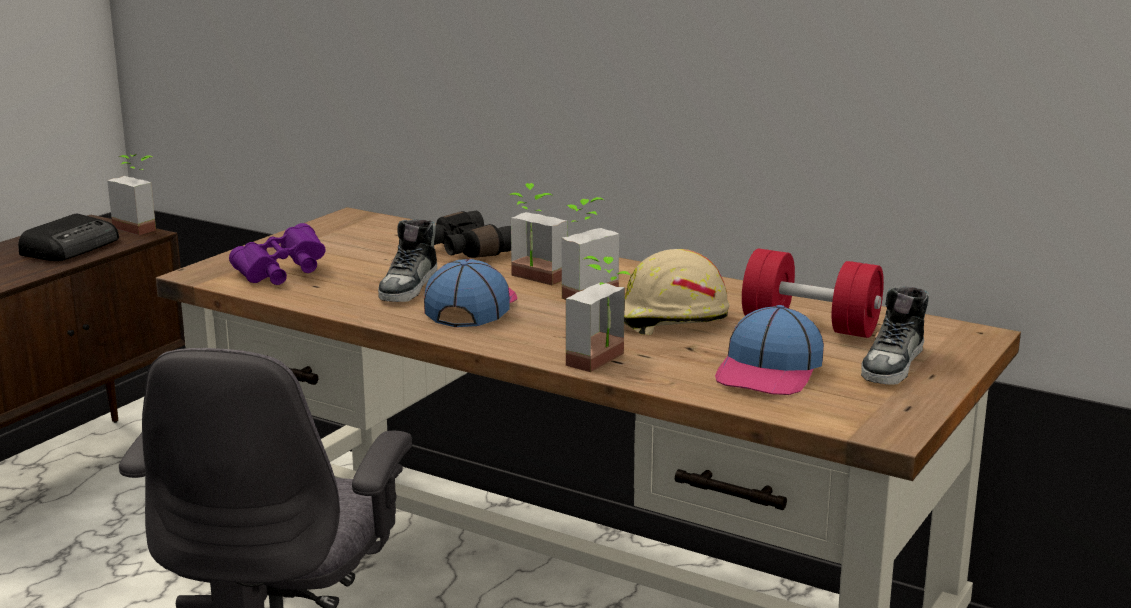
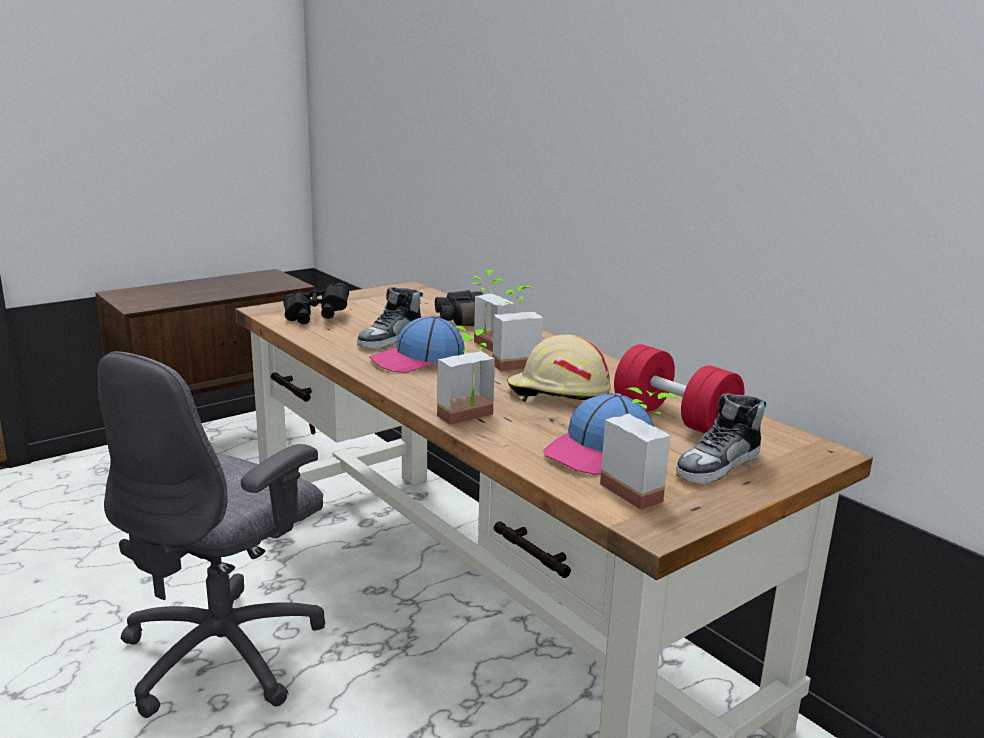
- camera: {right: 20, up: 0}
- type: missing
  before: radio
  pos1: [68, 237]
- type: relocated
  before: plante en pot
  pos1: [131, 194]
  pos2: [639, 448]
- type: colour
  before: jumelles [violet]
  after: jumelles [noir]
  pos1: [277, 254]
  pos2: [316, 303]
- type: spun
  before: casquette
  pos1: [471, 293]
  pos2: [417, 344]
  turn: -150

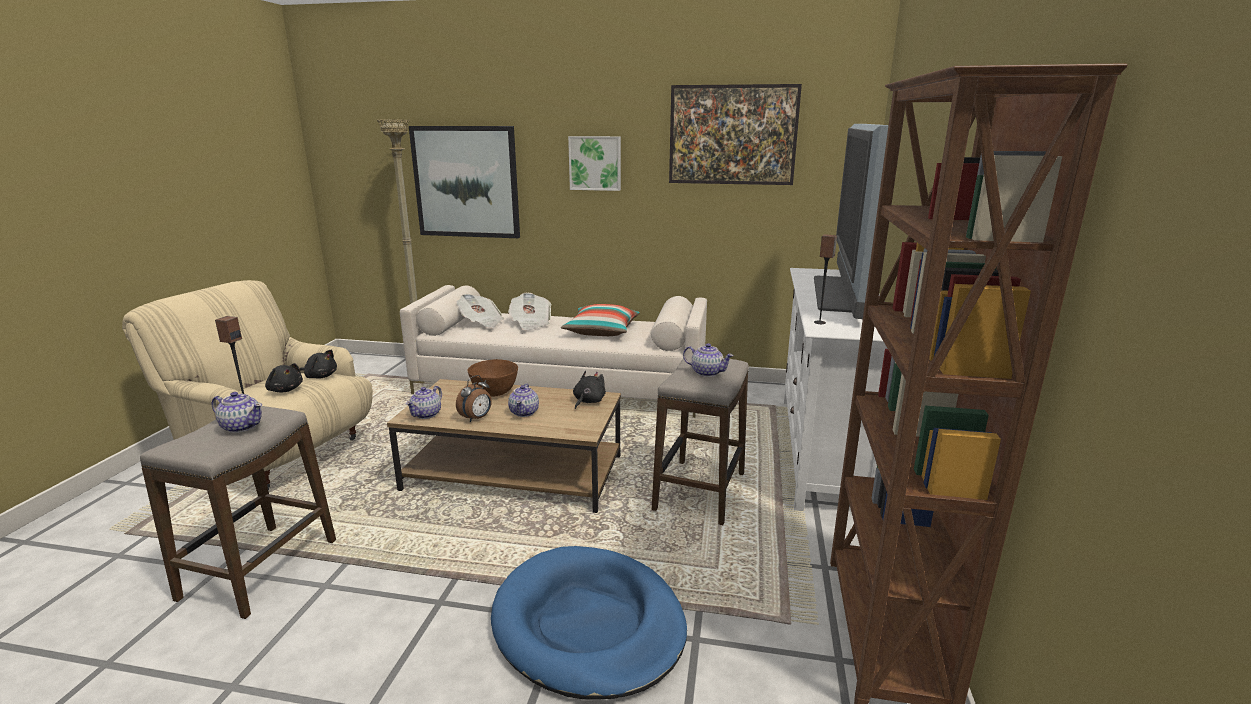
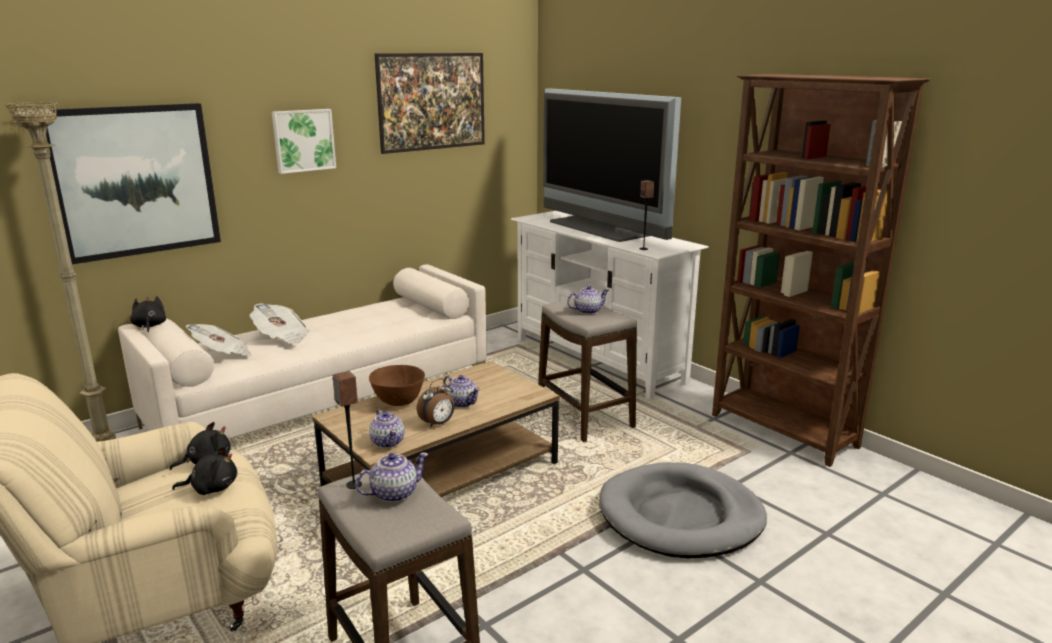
- camera: {right: -50, up: 0}
- type: spun
  before: réveil
  pos1: [474, 398]
  pos2: [436, 402]
  turn: 60
- type: colour
  before: panier pour chien [bleu]
  after: panier pour chien [gris]
  pos1: [589, 622]
  pos2: [683, 510]
- type: missing
  before: coussin
  pos1: [600, 320]
- type: relocated
  before: peluche [noir]
  pos1: [589, 390]
  pos2: [148, 314]

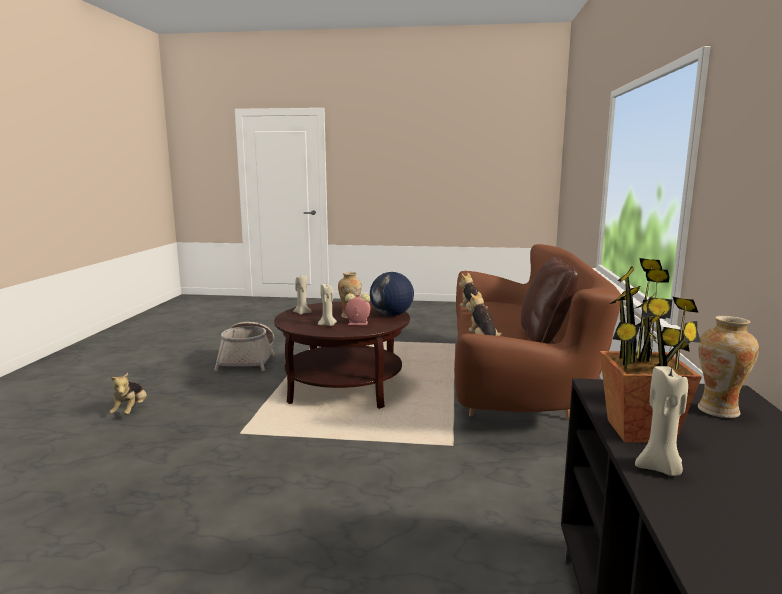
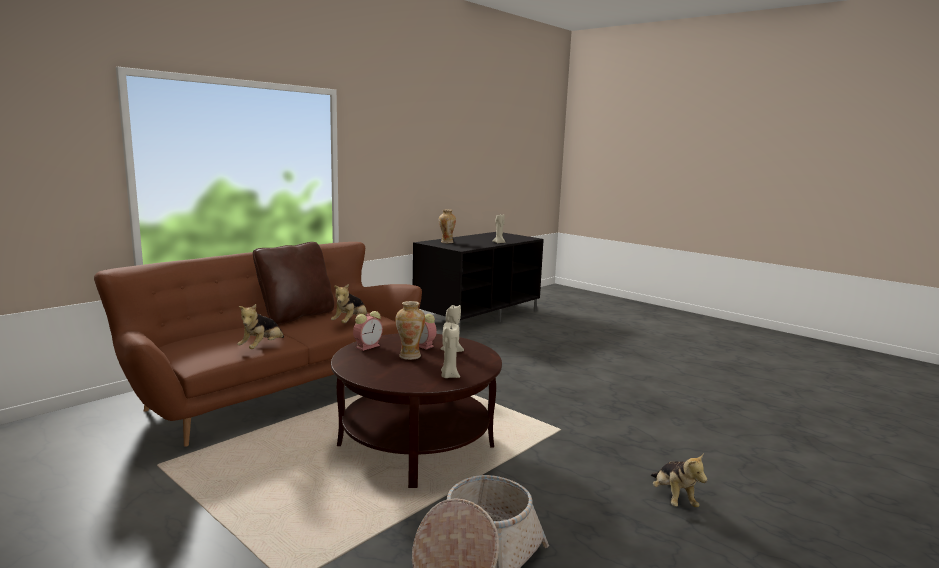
- camera: {right: -145, up: 0}
- type: spun
  before: peluche
  pos1: [128, 394]
  pos2: [679, 480]
  turn: 135
- type: exchanged
  before: globe
  after: réveil
  pos1: [392, 294]
  pos2: [368, 331]
- type: missing
  before: plante en pot
  pos1: [651, 350]

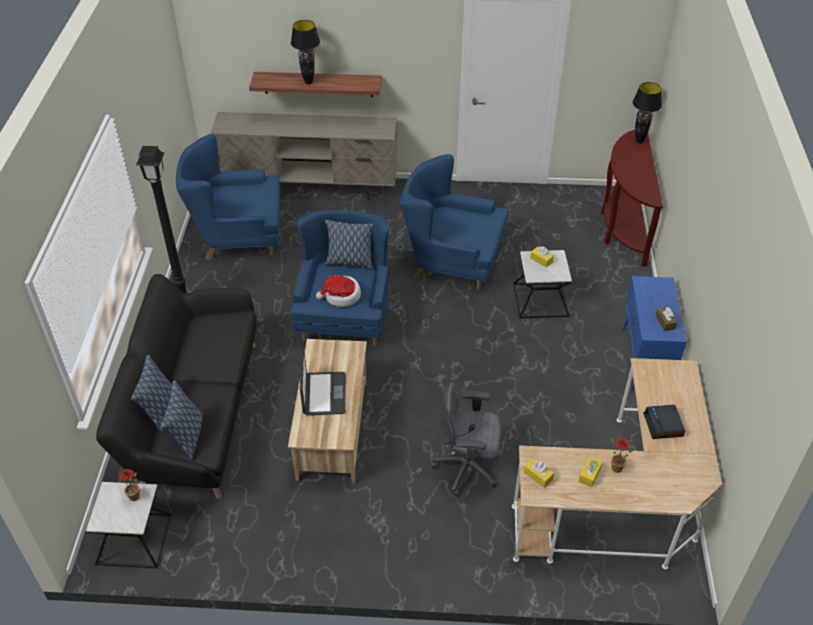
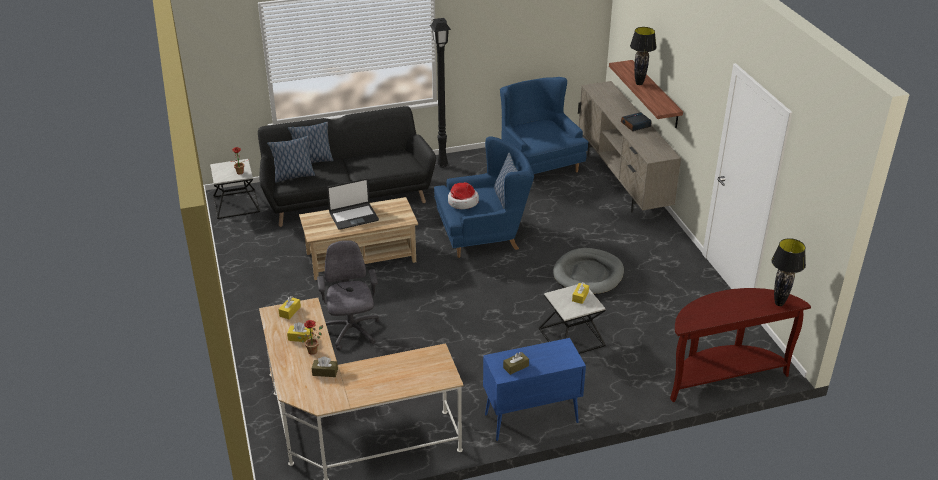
- camera: {right: 70, up: -10}
- type: exchanged
  before: fauteuil [bleu]
  after: panier pour chien [gris]
  pos1: [454, 222]
  pos2: [588, 271]
- type: relocated
  before: réveil
  pos1: [664, 422]
  pos2: [636, 121]
- type: appeared
  after: boîte à mouchoirs [marron]
  pos2: [325, 367]

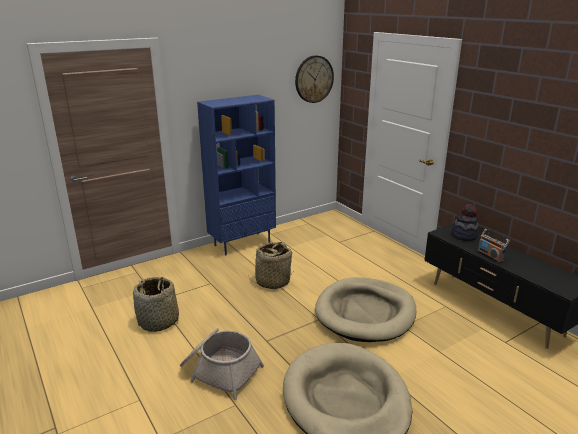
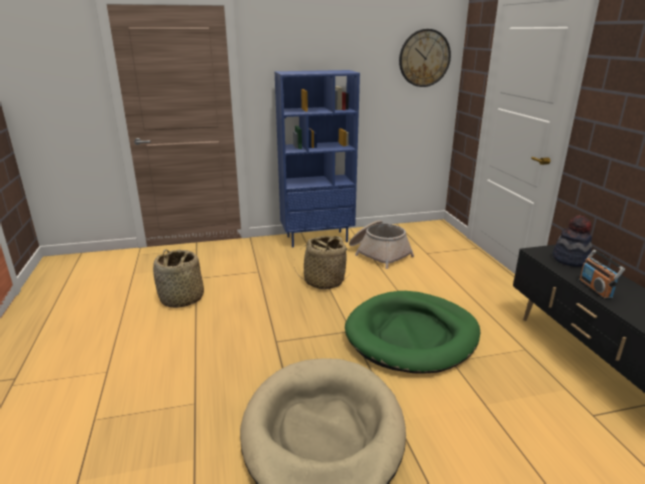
- camera: {right: 20, up: 0}
- type: relocated
  before: panier
  pos1: [222, 364]
  pos2: [381, 244]
- type: colour
  before: panier pour chien [beige]
  after: panier pour chien [vert]
  pos1: [365, 309]
  pos2: [413, 332]

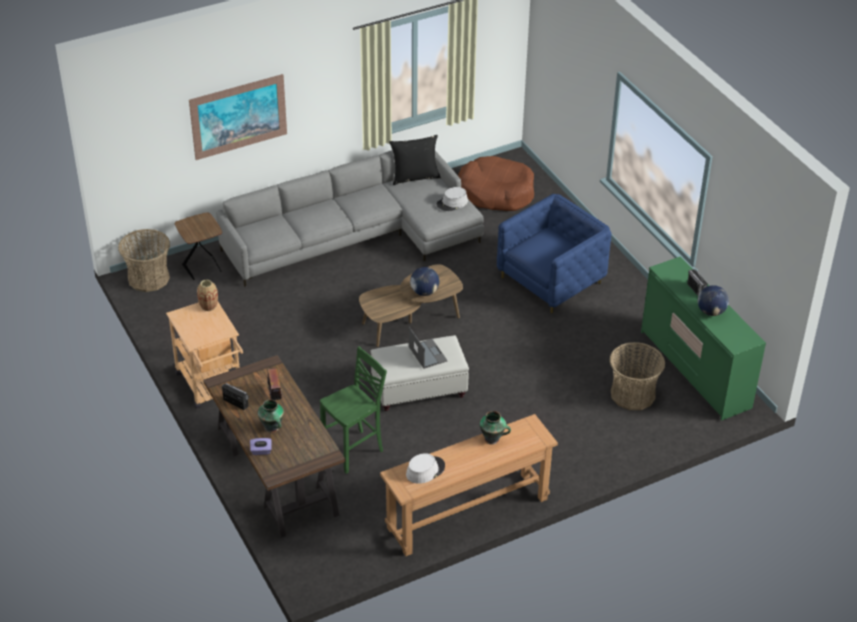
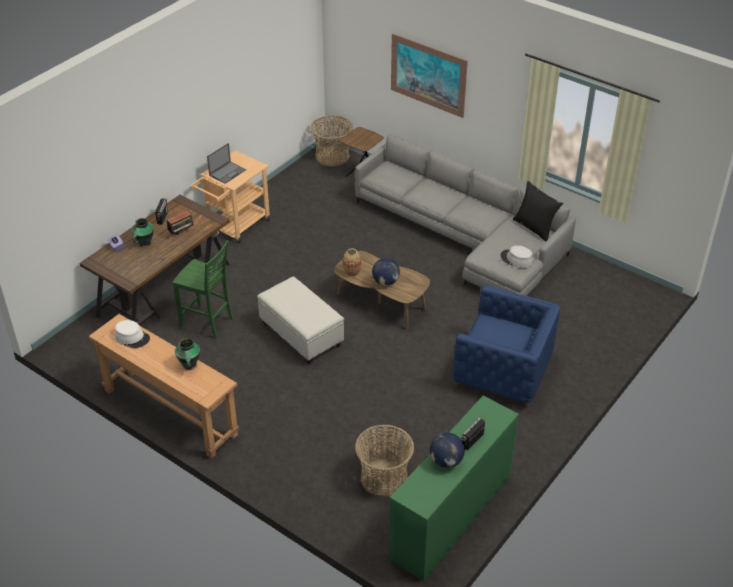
- camera: {right: 65, up: 0}
- type: relocated
  before: vase
  pos1: [207, 295]
  pos2: [352, 262]
- type: relocated
  before: ordinateur portable
  pos1: [428, 348]
  pos2: [226, 163]
- type: missing
  before: panier pour chien [marron]
  pos1: [496, 183]

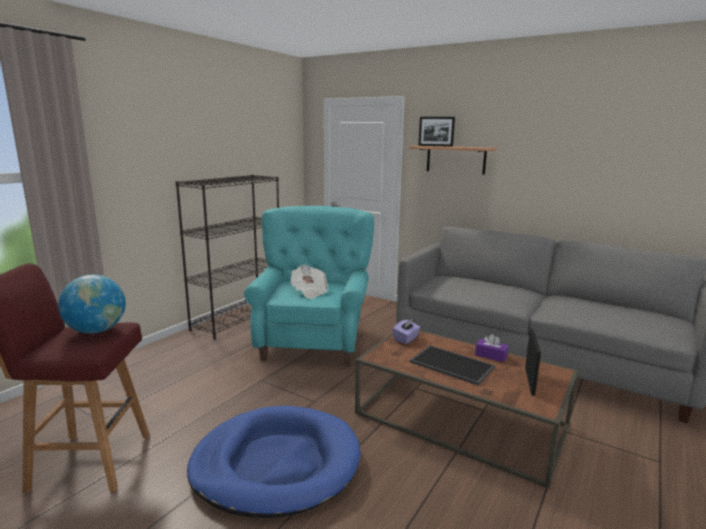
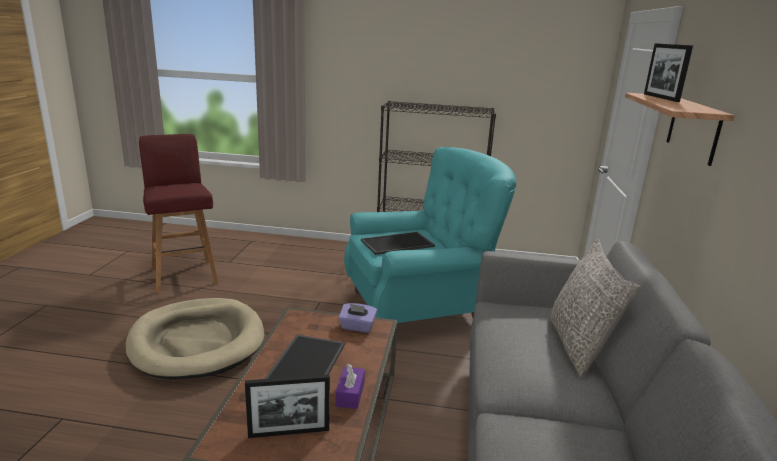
- camera: {right: 65, up: 5}
- type: missing
  before: globe
  pos1: [92, 304]
- type: colour
  before: panier pour chien [bleu]
  after: panier pour chien [beige]
  pos1: [274, 462]
  pos2: [195, 339]
- type: exchanged
  before: journal
  after: plateau
  pos1: [309, 282]
  pos2: [398, 243]
- type: appeared
  after: coussin [gris]
  pos2: [595, 308]

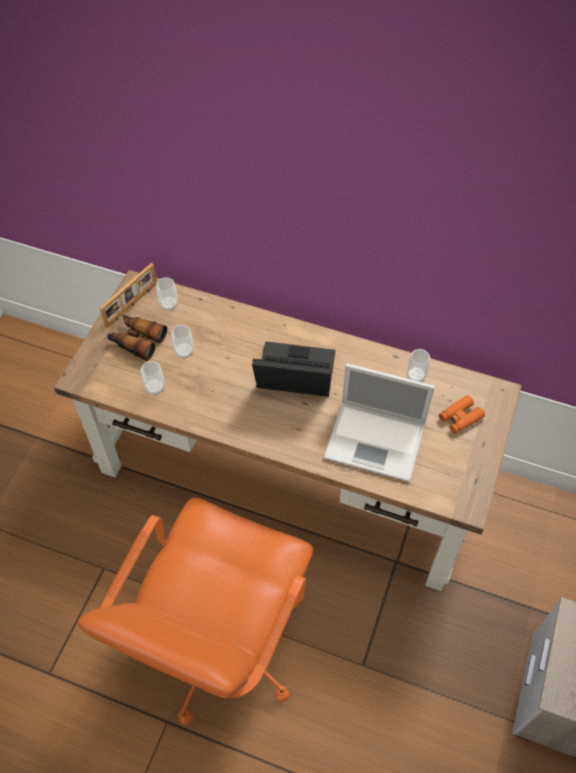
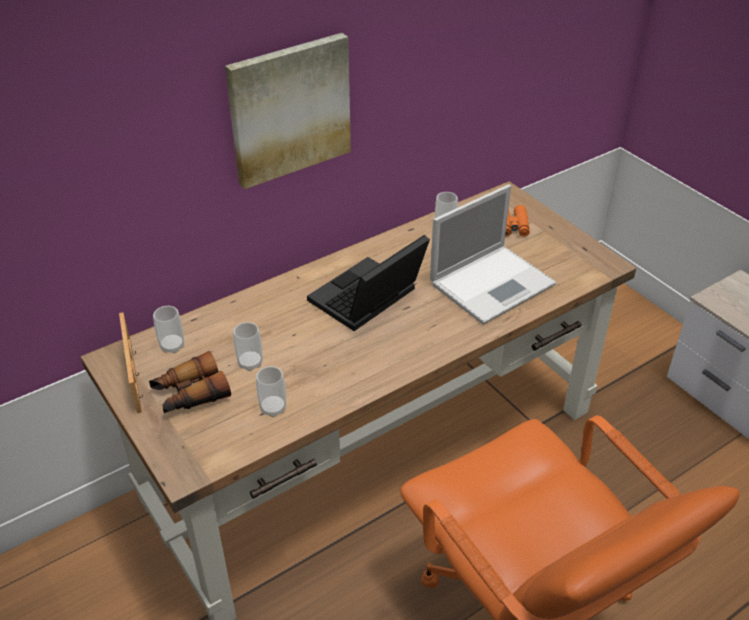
- camera: {right: -55, up: -15}
- type: appeared
  after: tableau
  pos2: [288, 111]

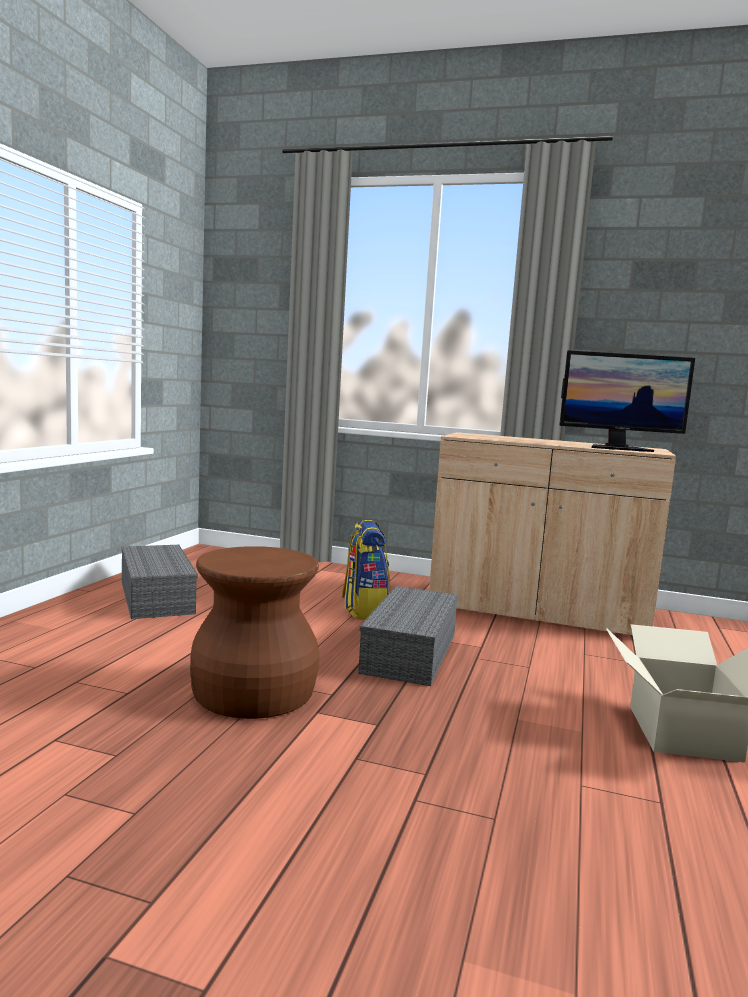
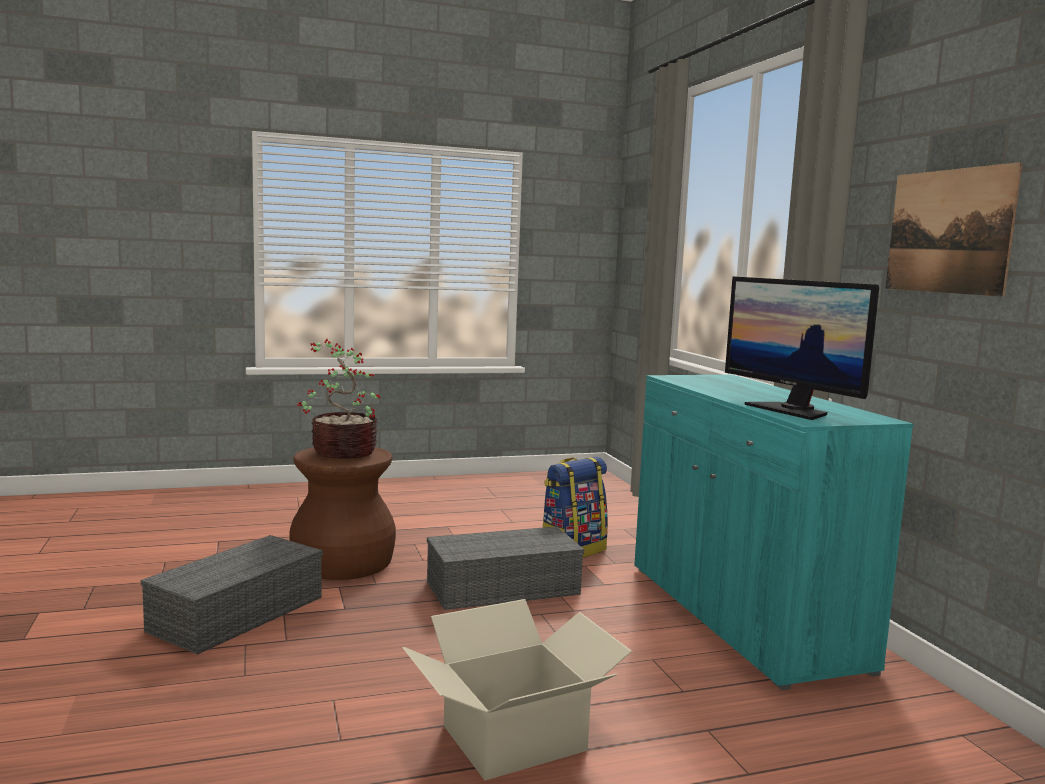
- camera: {right: 55, up: 0}
- type: relocated
  before: boîte de rangement [gris]
  pos1: [159, 582]
  pos2: [232, 595]
- type: colour
  before: meuble de rangement [beige]
  after: meuble de rangement [turquoise]
  pos1: [552, 533]
  pos2: [773, 532]
- type: appeared
  after: plante en pot
  pos2: [338, 399]
- type: appeared
  after: tableau
  pos2: [954, 229]

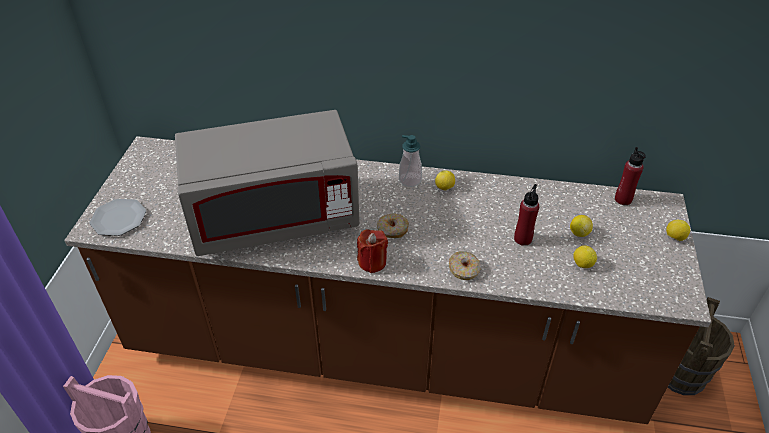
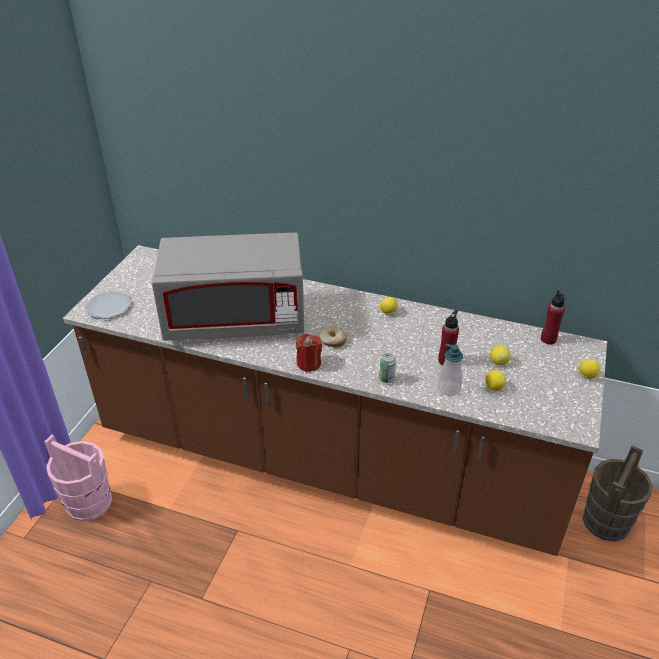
- camera: {right: 10, up: -5}
- type: relocated
  before: distributeur de savon
  pos1: [410, 161]
  pos2: [450, 370]
- type: exchanged
  before: beignet
  after: boîte métallique
  pos1: [465, 265]
  pos2: [387, 368]

